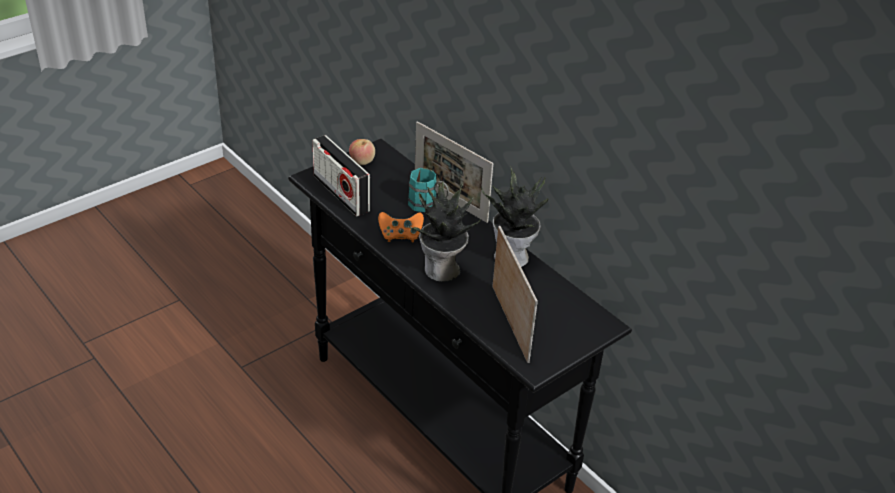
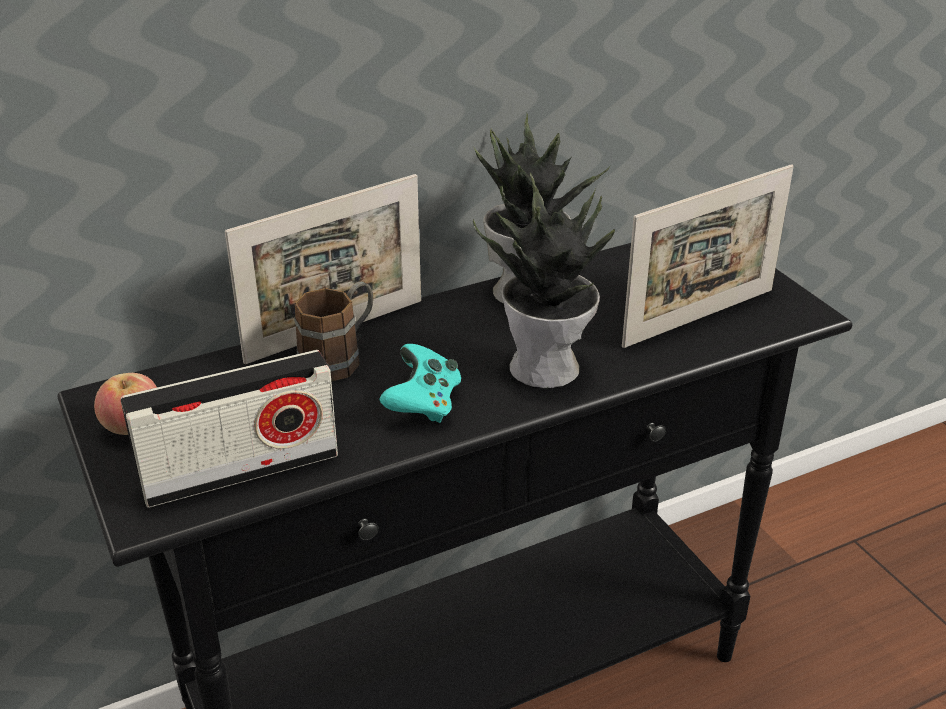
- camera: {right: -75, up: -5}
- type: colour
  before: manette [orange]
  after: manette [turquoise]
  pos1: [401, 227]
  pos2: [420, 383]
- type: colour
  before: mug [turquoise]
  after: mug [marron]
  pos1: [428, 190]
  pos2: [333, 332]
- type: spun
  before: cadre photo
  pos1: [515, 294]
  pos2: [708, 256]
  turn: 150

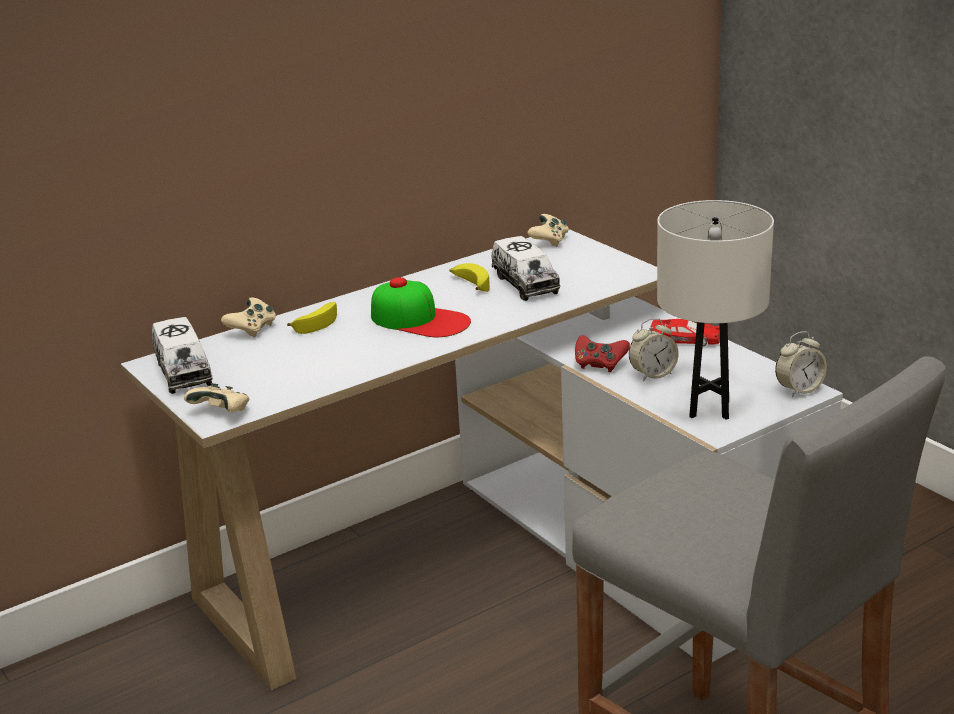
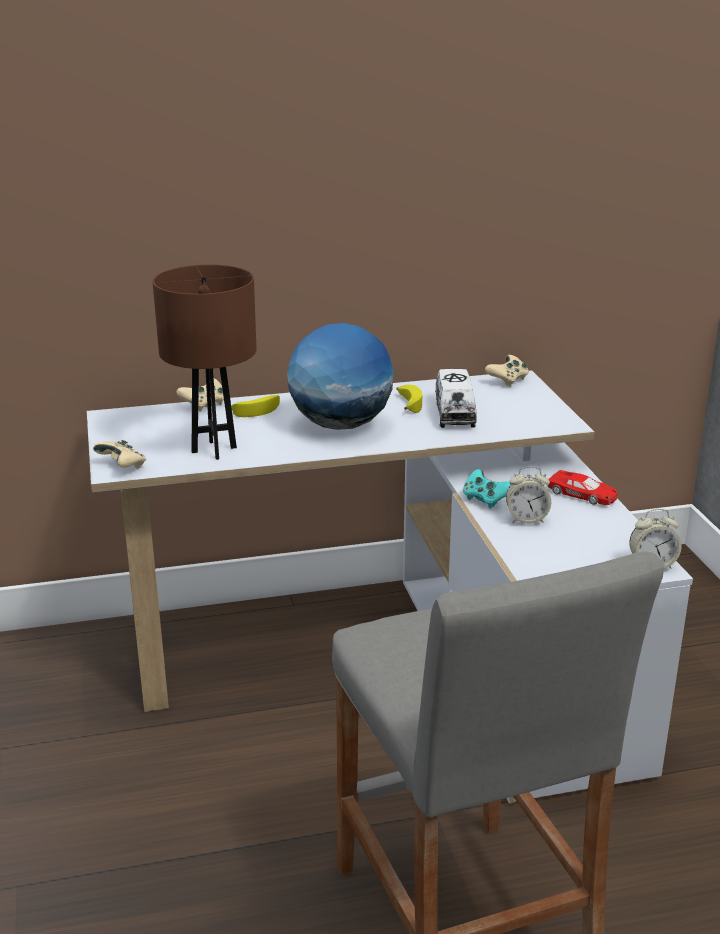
- camera: {right: 20, up: 0}
- type: missing
  before: camion jouet
  pos1: [182, 355]
- type: exchanged
  before: casquette
  after: globe
  pos1: [421, 307]
  pos2: [340, 376]
- type: colour
  before: manette [rouge]
  after: manette [turquoise]
  pos1: [602, 353]
  pos2: [486, 489]
- type: missing
  before: lampe de table [blanc]
  pos1: [715, 310]
- type: appeared
  after: lampe de table [marron]
  pos2: [204, 362]

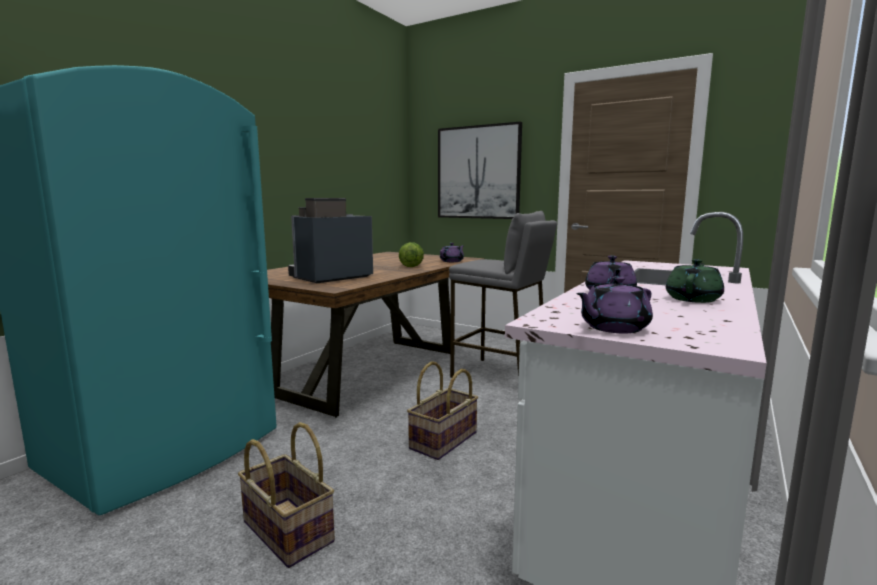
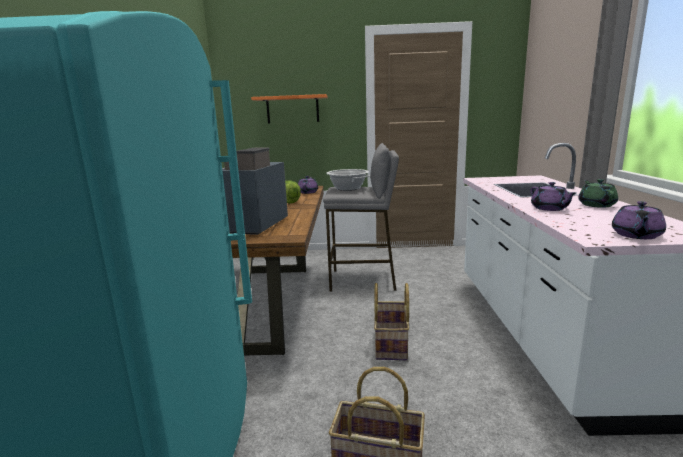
- camera: {right: -30, up: 5}
- type: exchanged
  before: tableau
  after: étagère [orange]
  pos1: [480, 170]
  pos2: [289, 108]
- type: appeared
  after: marmite
  pos2: [348, 180]

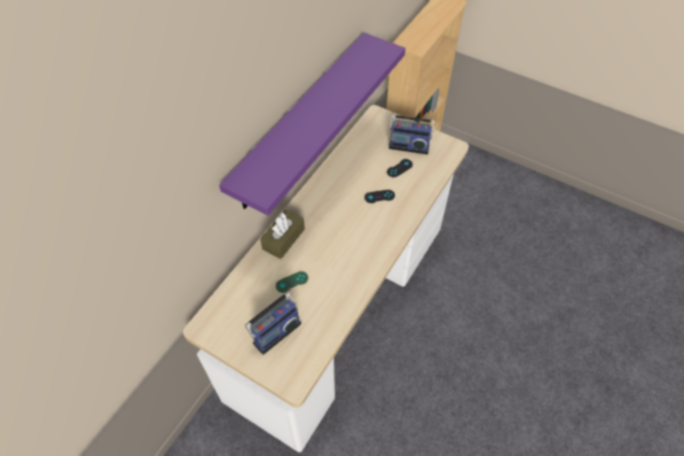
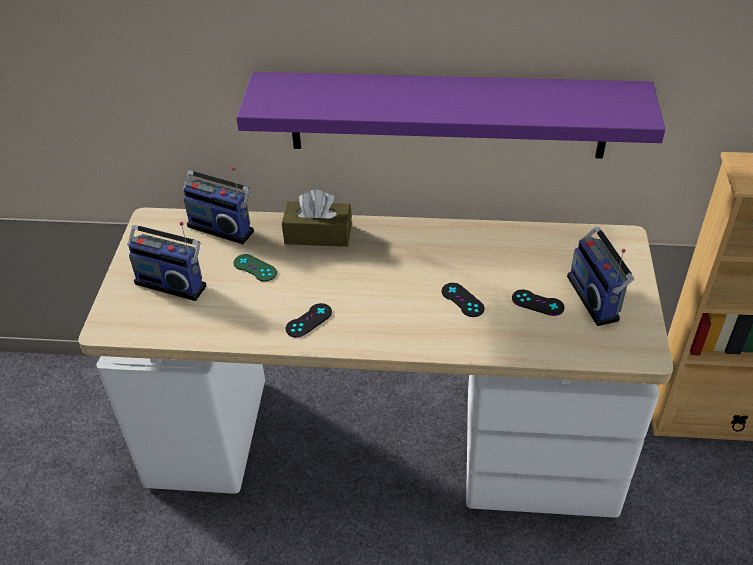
- camera: {right: 65, up: -10}
- type: appeared
  after: radio
  pos2: [218, 205]
- type: appeared
  after: manette [noir]
  pos2: [309, 320]

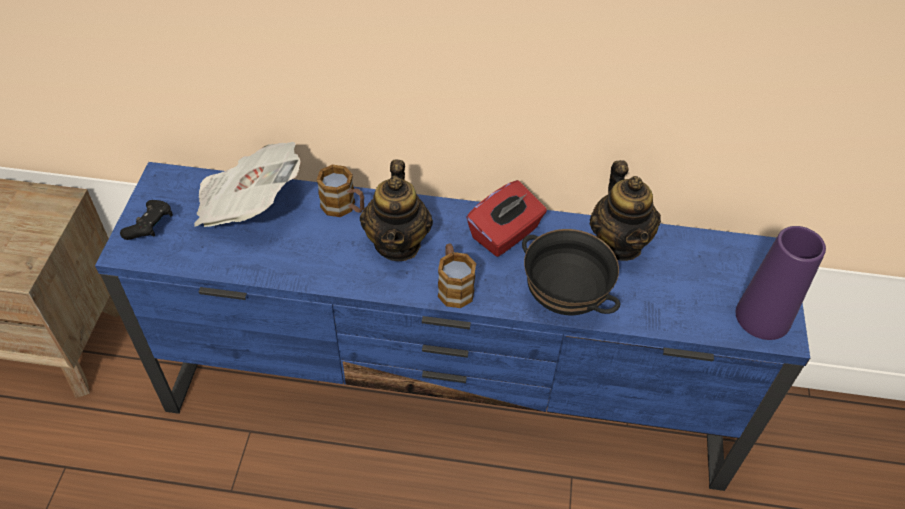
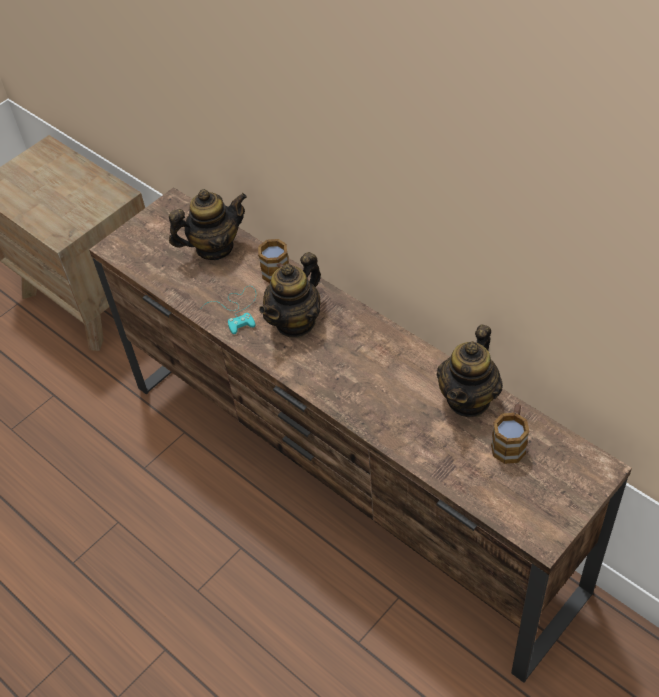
- camera: {right: 40, up: 0}
- type: colour
  before: meuble télé [bleu]
  after: meuble télé [marron]
  pos1: [452, 326]
  pos2: [360, 435]
- type: missing
  before: manette [noir]
  pos1: [146, 220]
- type: exchanged
  before: journal
  after: théière
  pos1: [247, 184]
  pos2: [208, 224]
- type: relocated
  before: mug
  pos1: [457, 276]
  pos2: [510, 434]
- type: missing
  before: boîte à mouchoirs [rouge]
  pos1: [507, 218]
- type: missing
  before: bol [noir]
  pos1: [571, 272]
- type: missing
  before: vase [violet]
  pos1: [781, 283]
- type: appeared
  after: manette [turquoise]
  pos2: [228, 310]

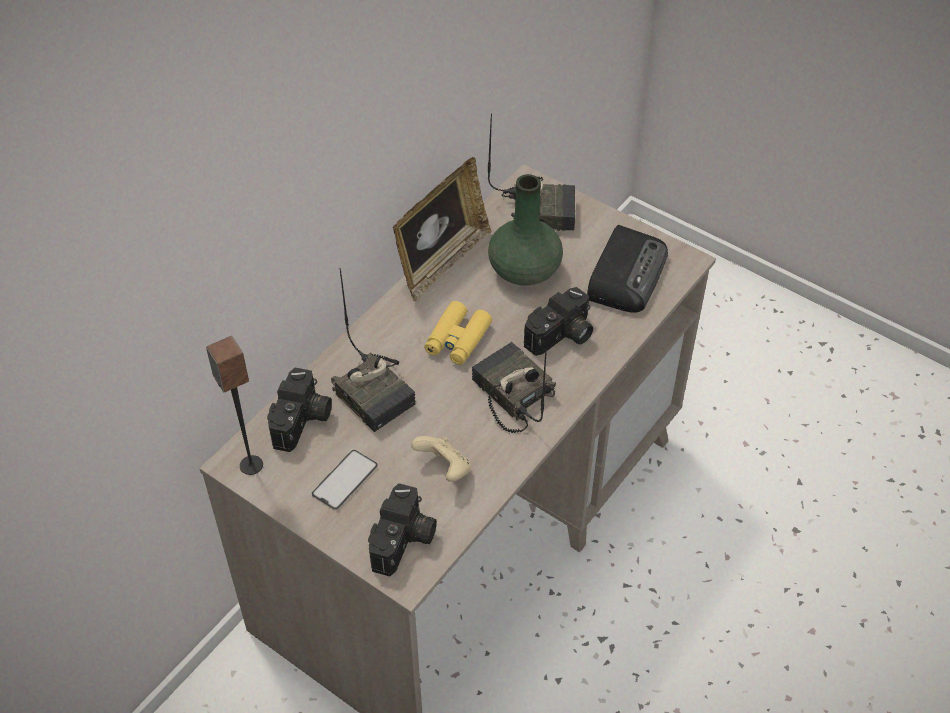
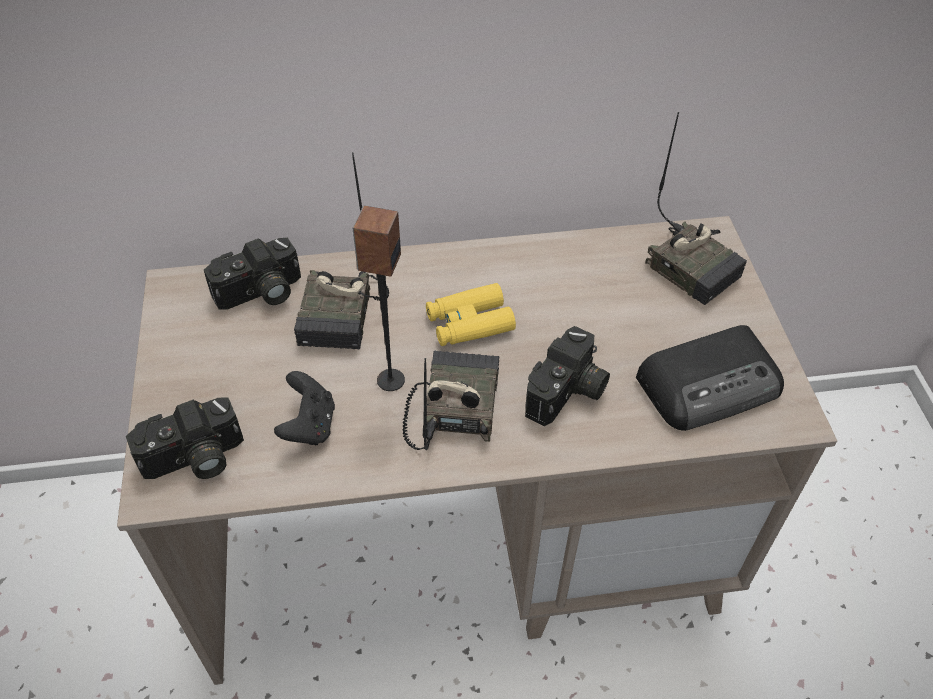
- camera: {right: 45, up: 0}
- type: relocated
  before: enceinte
  pos1: [234, 405]
  pos2: [379, 298]
- type: missing
  before: téléphone
  pos1: [345, 480]
- type: missing
  before: cadre photo
  pos1: [442, 229]
- type: colour
  before: manette [beige]
  after: manette [noir]
  pos1: [441, 459]
  pos2: [304, 408]
- type: missing
  before: vase [vert]
  pos1: [525, 230]
- type: spun
  before: appareil photo
  pos1: [558, 321]
  pos2: [567, 376]
  turn: -60

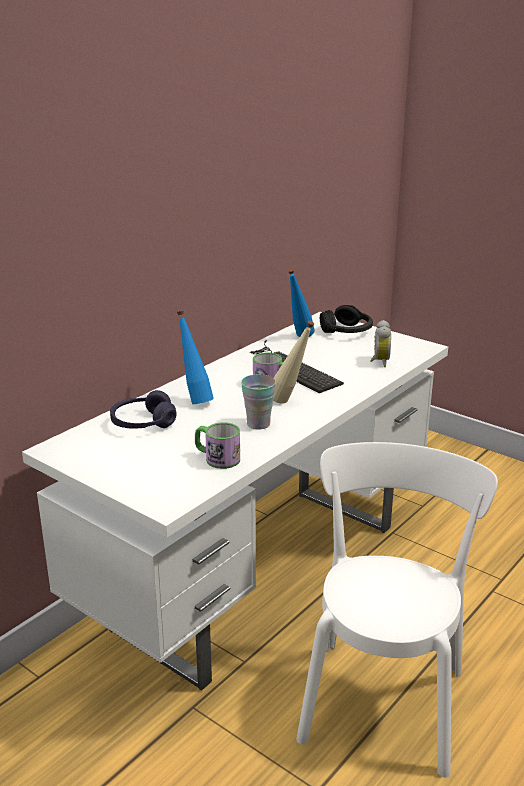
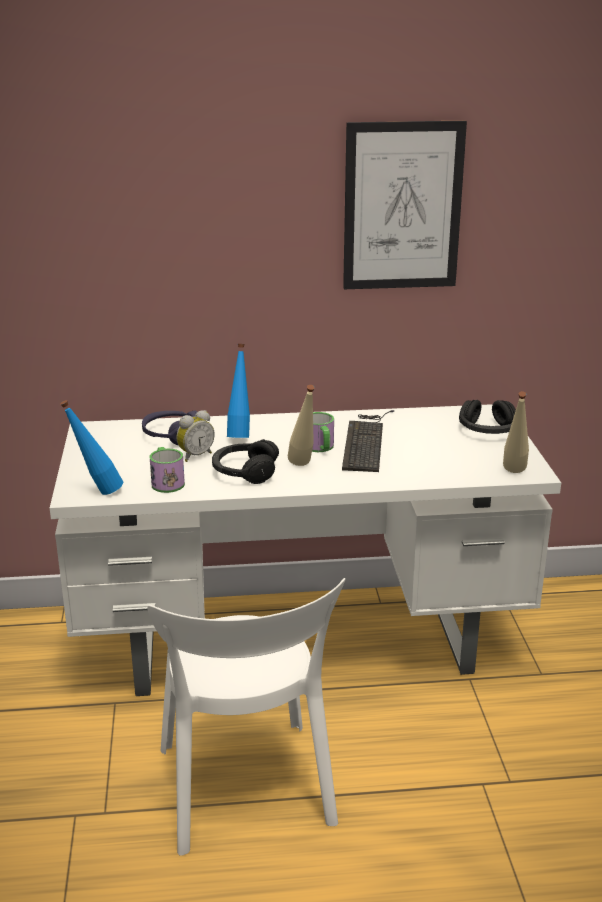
- camera: {right: 45, up: 0}
- type: exchanged
  before: tasse
  after: casque audio [noir]
  pos1: [258, 402]
  pos2: [245, 461]
- type: relocated
  before: bouteille [bleu]
  pos1: [301, 302]
  pos2: [91, 447]
- type: spun
  before: chaise [blanc]
  pos1: [397, 610]
  pos2: [246, 717]
  turn: 105
- type: relocated
  before: réveil
  pos1: [380, 343]
  pos2: [196, 436]
- type: appeared
  after: tableau
  pos2: [405, 205]
- type: appeared
  after: bouteille [beige]
  pos2: [516, 432]

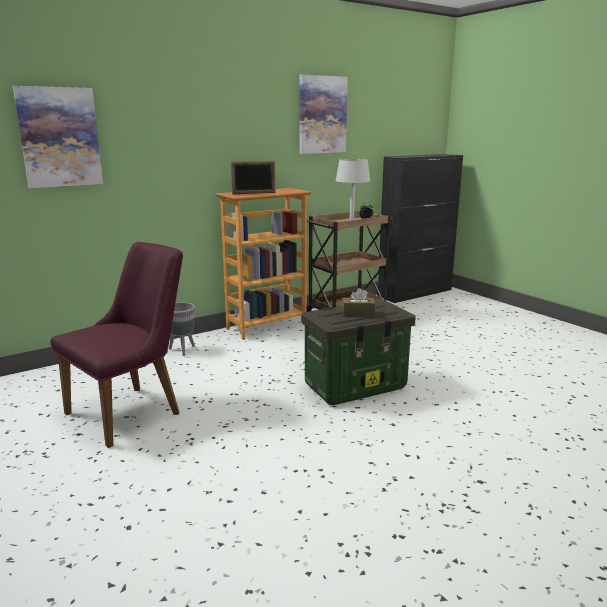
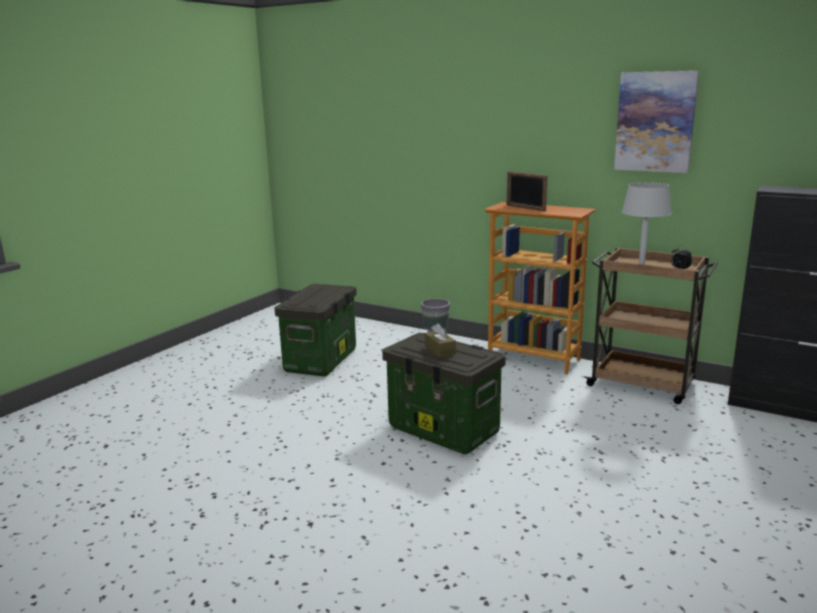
- camera: {right: 65, up: 0}
- type: missing
  before: tableau
  pos1: [58, 137]
- type: exchanged
  before: chaise [violet]
  after: boîte de rangement
  pos1: [116, 345]
  pos2: [315, 330]

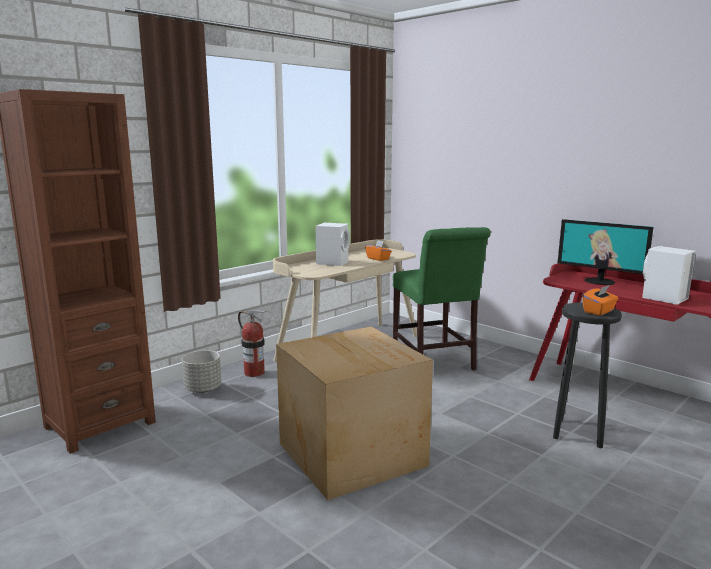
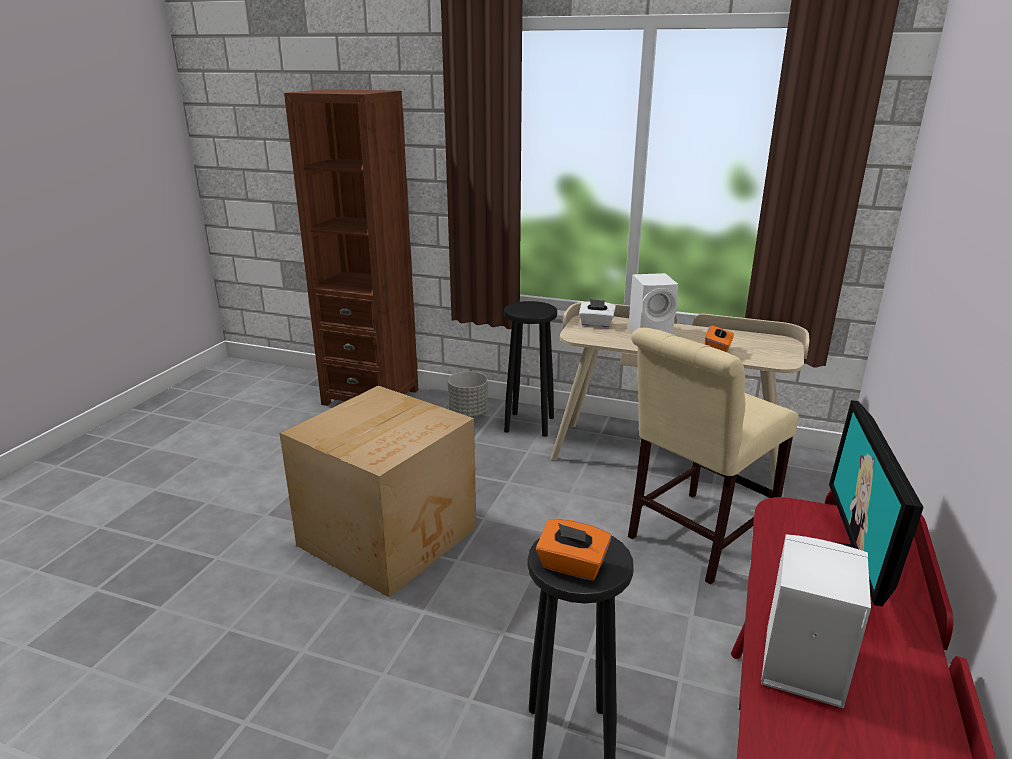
- camera: {right: 65, up: 10}
- type: exchanged
  before: extincteur
  after: tabouret [noir]
  pos1: [252, 343]
  pos2: [530, 369]
- type: colour
  before: chaise [vert]
  after: chaise [beige]
  pos1: [442, 298]
  pos2: [713, 456]
- type: appeared
  after: boîte à mouchoirs [blanc]
  pos2: [597, 313]

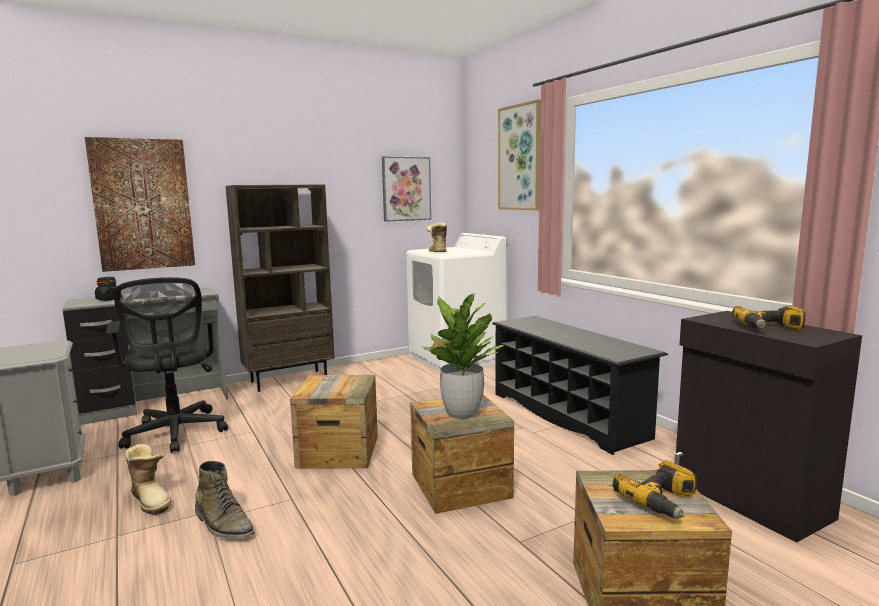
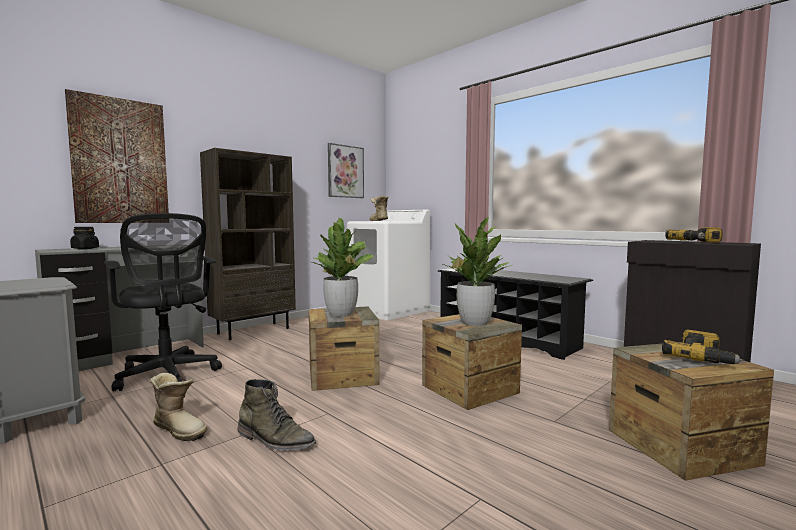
- camera: {right: -15, up: -5}
- type: missing
  before: tableau
  pos1: [519, 154]
- type: appeared
  after: plante en pot
  pos2: [343, 267]

